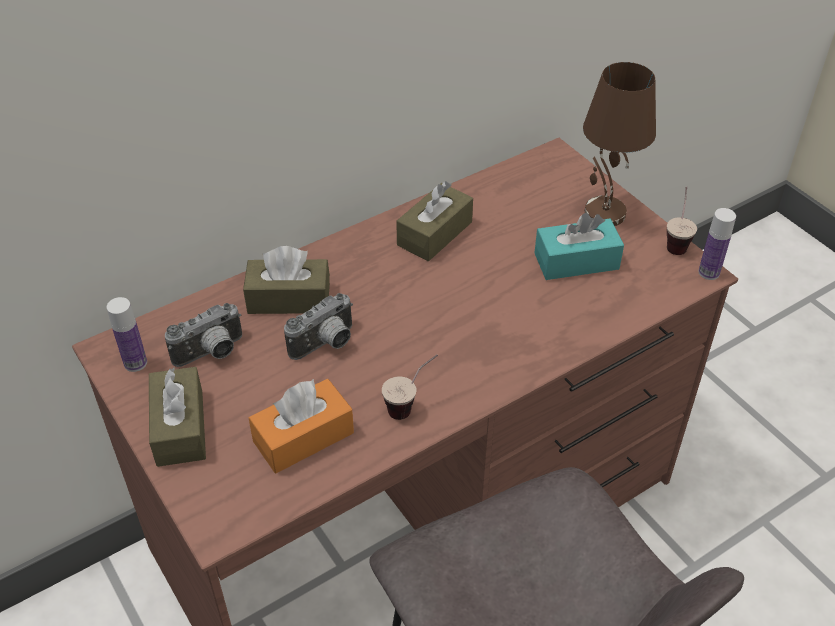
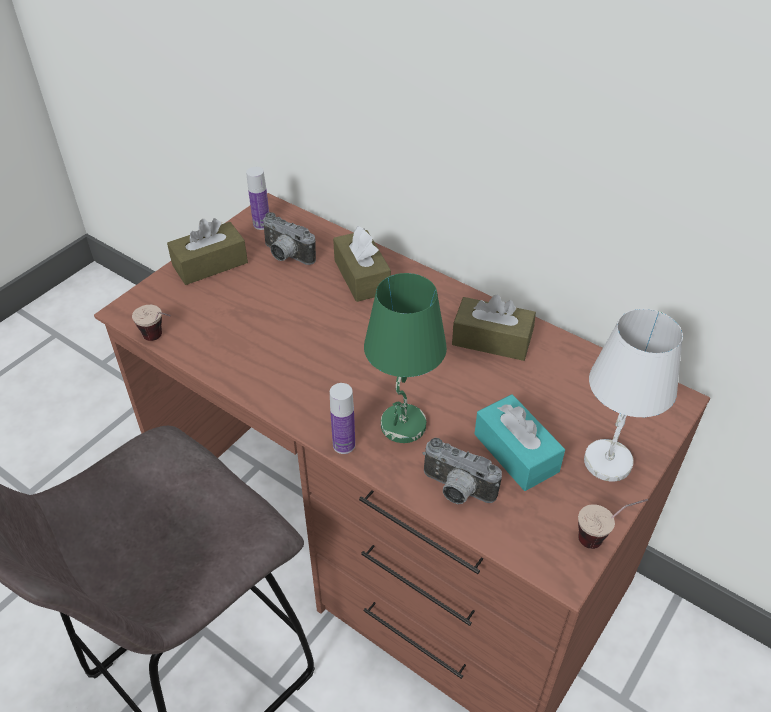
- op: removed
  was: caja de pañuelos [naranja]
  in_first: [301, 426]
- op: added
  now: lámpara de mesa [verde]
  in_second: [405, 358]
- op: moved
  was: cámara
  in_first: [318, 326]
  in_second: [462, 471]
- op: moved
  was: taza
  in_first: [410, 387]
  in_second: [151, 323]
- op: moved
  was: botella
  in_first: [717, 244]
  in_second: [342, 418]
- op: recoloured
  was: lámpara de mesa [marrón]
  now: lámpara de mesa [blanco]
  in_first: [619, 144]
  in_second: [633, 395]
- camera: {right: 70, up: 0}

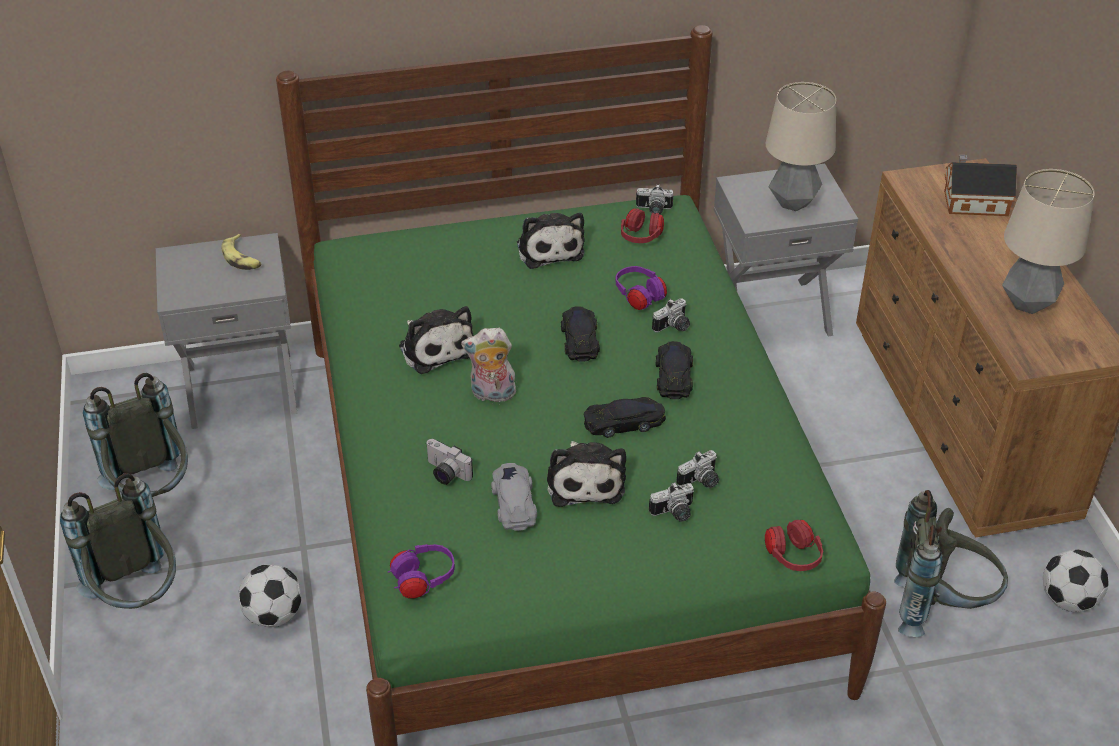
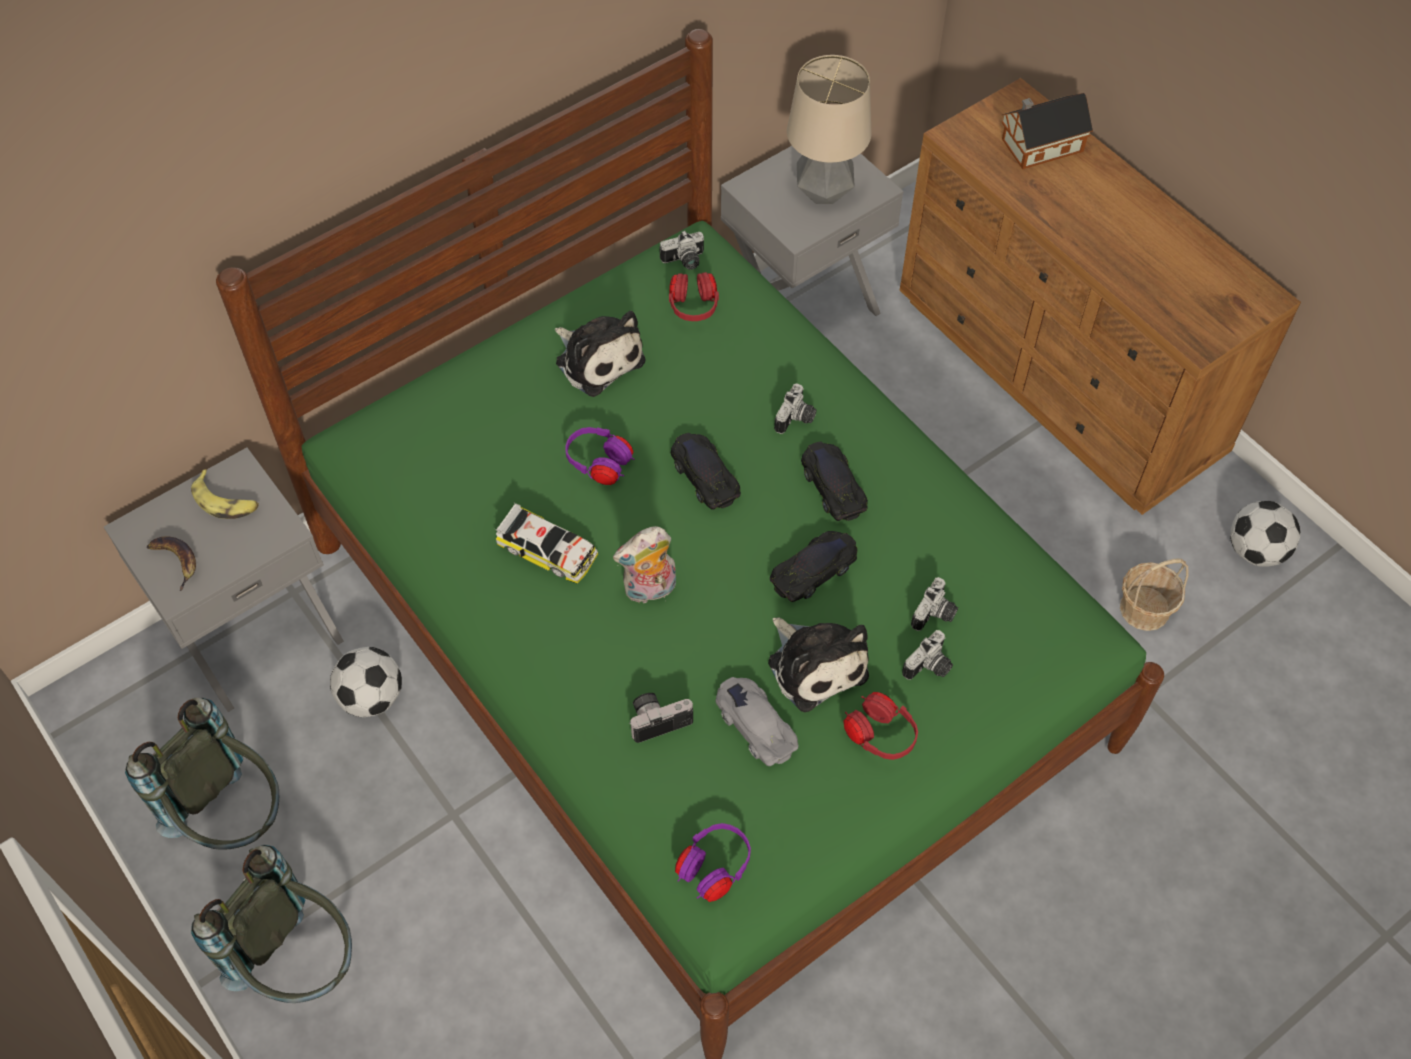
- op: removed
  was: lámpara de mesa
  in_first: [1048, 241]
- op: added
  now: plátano
  in_second: [171, 563]
- op: moved
  was: balón de fútbol
  in_first: [270, 595]
  in_second: [366, 682]
- op: moved
  was: auriculares [morado]
  in_first: [641, 288]
  in_second: [599, 456]
- op: moved
  was: auriculares [rojo]
  in_first: [794, 545]
  in_second: [880, 726]
- op: replaced
  was: peluche
  now: coche de juguete
  in_first: [436, 340]
  in_second: [546, 543]
- op: replaced
  was: mochila [gris]
  now: cesta
  in_first: [951, 563]
  in_second: [1154, 595]
- op: turned
  was: cámara
  in_first: [449, 462]
  in_second: [661, 718]
  clockwise: 150
- camera: {right: -25, up: 15}

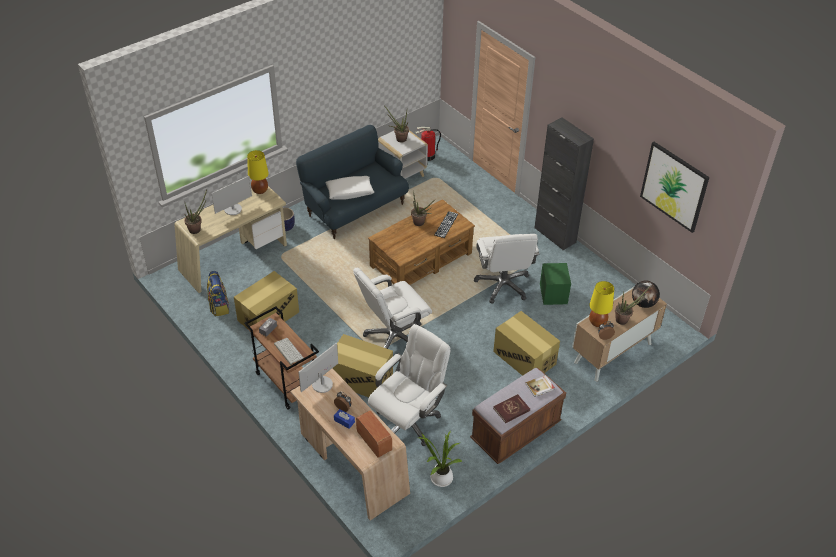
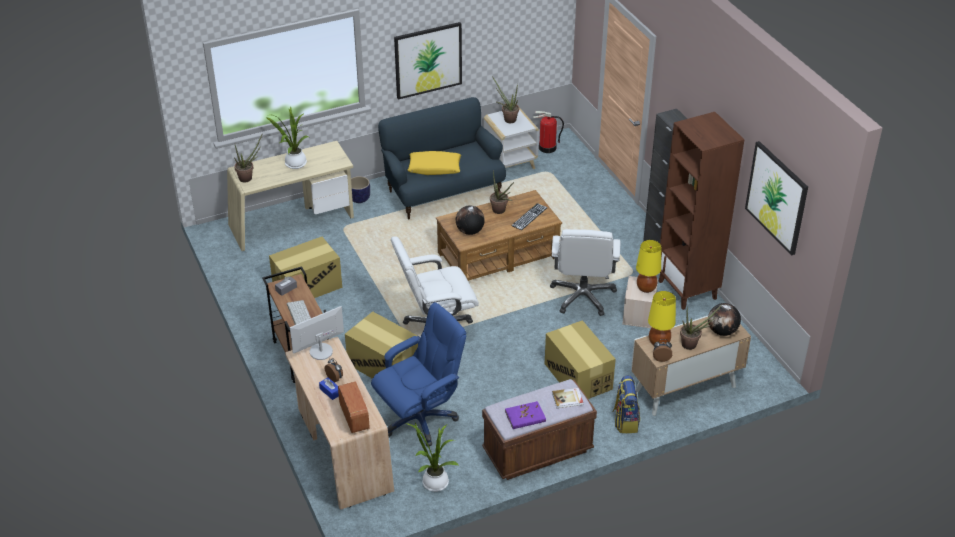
- op: added
  now: cuadro
  in_second: [428, 61]
- op: added
  now: globo terráqueo
  in_second: [470, 220]
- op: added
  now: estantería [marrón]
  in_second: [702, 211]
- op: moved
  was: mochila
  in_first: [218, 293]
  in_second: [626, 404]
- op: moved
  was: lámpara de mesa [amarillo]
  in_first: [258, 172]
  in_second: [648, 266]
- op: replaced
  was: monitor
  now: planta en maceta
  in_first: [231, 195]
  in_second: [287, 138]
- op: recoloured
  was: cojín [blanco]
  now: cojín [amarillo]
  in_first: [349, 188]
  in_second: [434, 163]
- op: recoloured
  was: silla de oficina [blanco]
  now: silla de oficina [azul]
  in_first: [409, 385]
  in_second: [418, 374]
- op: recoloured
  was: libro [rojo]
  now: libro [morado]
  in_first: [511, 408]
  in_second: [525, 415]
- op: recoloured
  was: caja de almacenaje [verde]
  now: caja de almacenaje [beis]
  in_first: [555, 284]
  in_second: [640, 302]
- camera: {right: 15, up: -5}

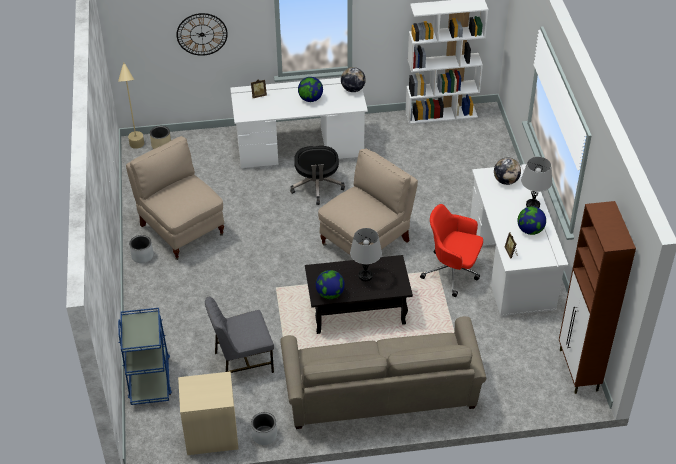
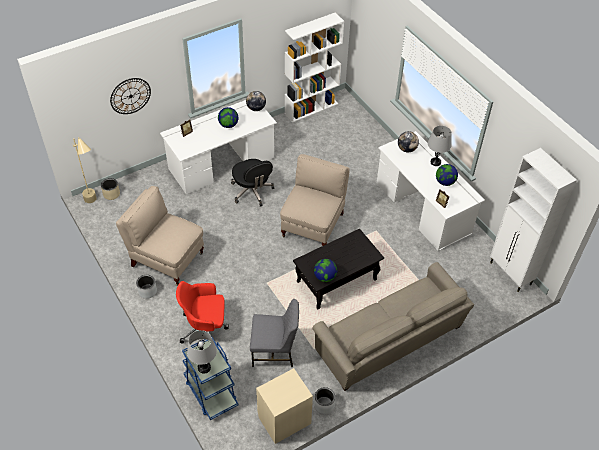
- op: moved
  was: lámpara de mesa [gris]
  in_first: [366, 254]
  in_second: [202, 352]
- op: moved
  was: silla de oficina [rojo]
  in_first: [451, 250]
  in_second: [202, 312]
- op: recoloured
  was: armario [marrón]
  now: armario [blanco]
  in_first: [597, 297]
  in_second: [533, 220]
- op: turned
  was: silla [gris]
  in_first: [239, 335]
  in_second: [274, 333]
  clockwise: -135
- camera: {right: -25, up: 5}

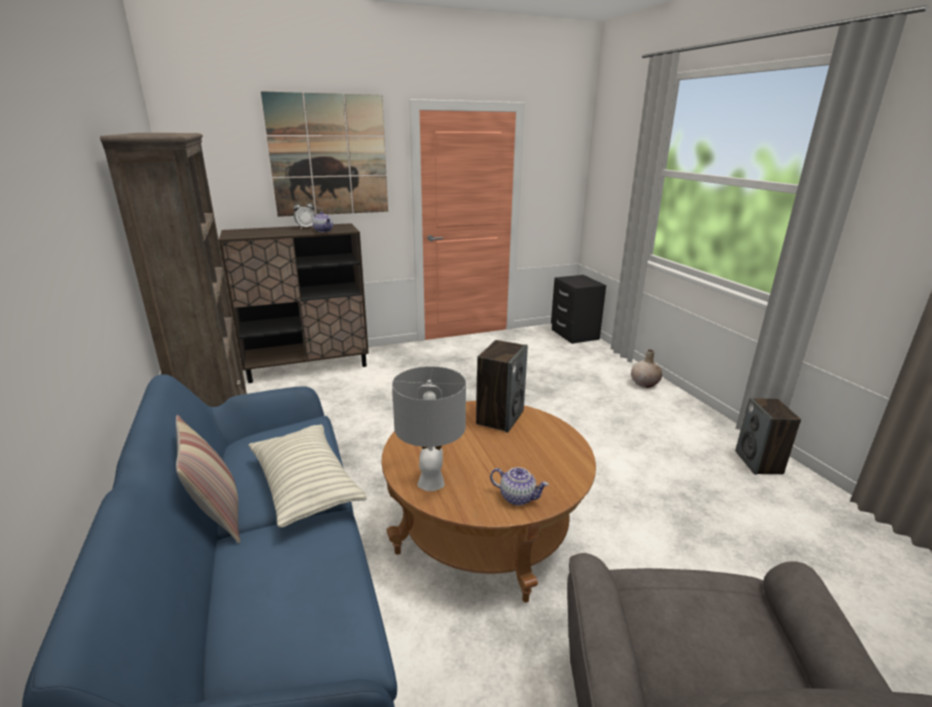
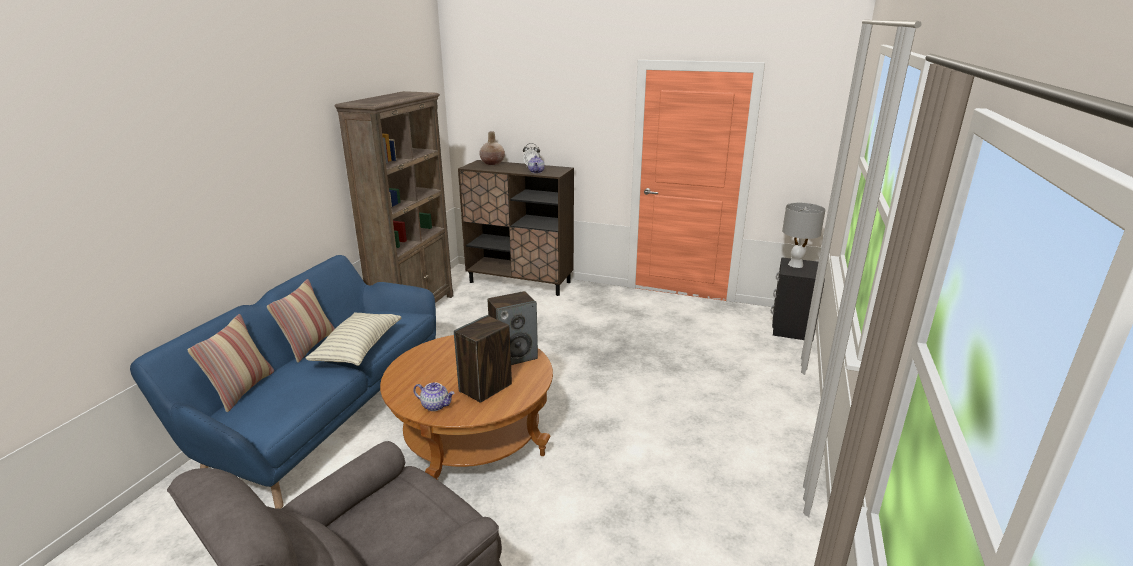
- op: removed
  was: cuadro
  in_first: [324, 154]
- op: added
  now: cojín
  in_second: [231, 363]
- op: moved
  was: lámpara de mesa [gris]
  in_first: [429, 428]
  in_second: [804, 235]
- op: moved
  was: florero [beis]
  in_first: [646, 369]
  in_second: [492, 148]
- op: moved
  was: altavoz
  in_first: [768, 436]
  in_second: [483, 359]
- op: turned
  was: tetera
  in_first: [519, 486]
  in_second: [434, 396]
  clockwise: -45
- camera: {right: 40, up: 0}

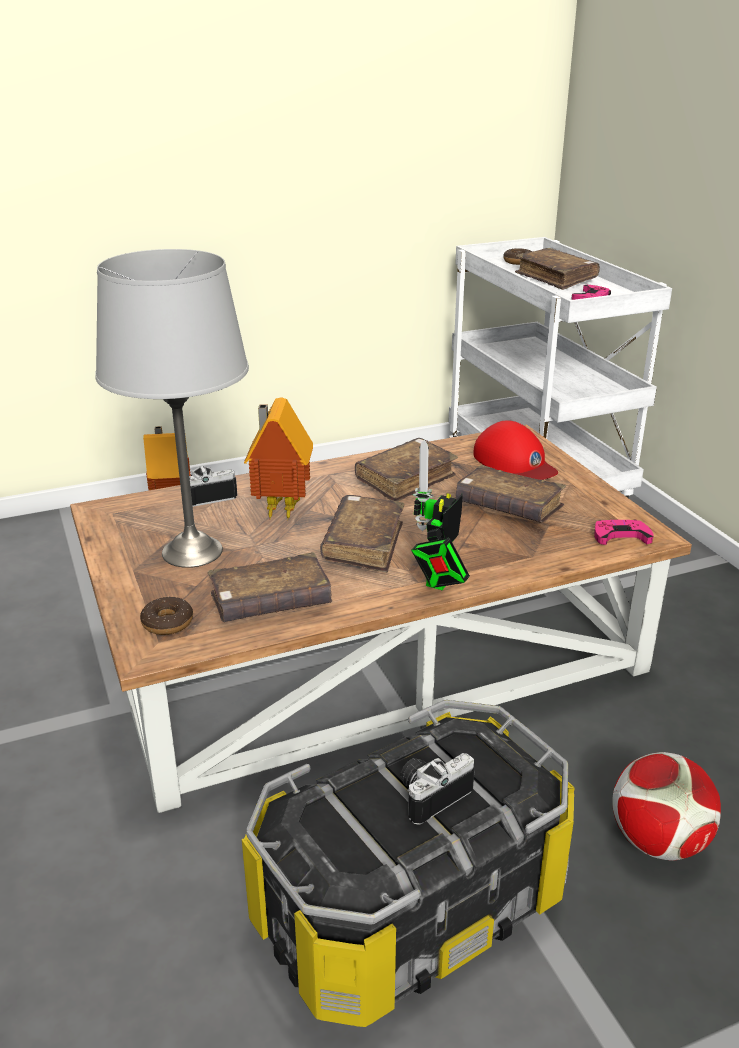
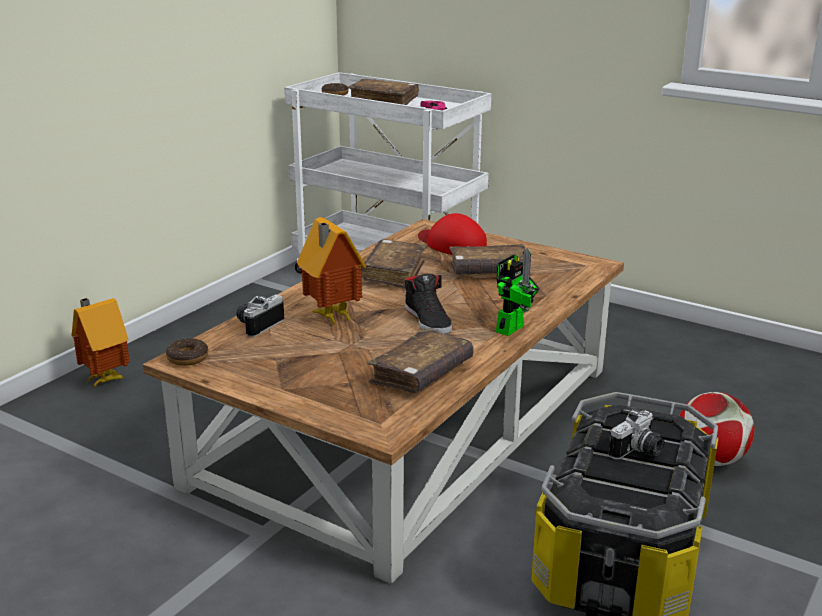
- op: removed
  was: lámpara de mesa [gris]
  in_first: [172, 408]
- op: removed
  was: mando de consola [rosa]
  in_first: [624, 532]
- op: moved
  was: rosquilla
  in_first: [166, 616]
  in_second: [187, 352]
- op: replaced
  was: libro [marrón]
  now: zapato [negro]
  in_first: [362, 534]
  in_second: [428, 304]
- op: turned
  was: cámara
  in_first: [438, 789]
  in_second: [636, 435]
  clockwise: -150
- op: turned
  was: robot de juguete
  in_first: [440, 515]
  in_second: [517, 292]
  clockwise: -135
- op: turned
  was: gorra [rojo]
  in_first: [515, 450]
  in_second: [452, 234]
  clockwise: -150
- camera: {right: -35, up: -5}

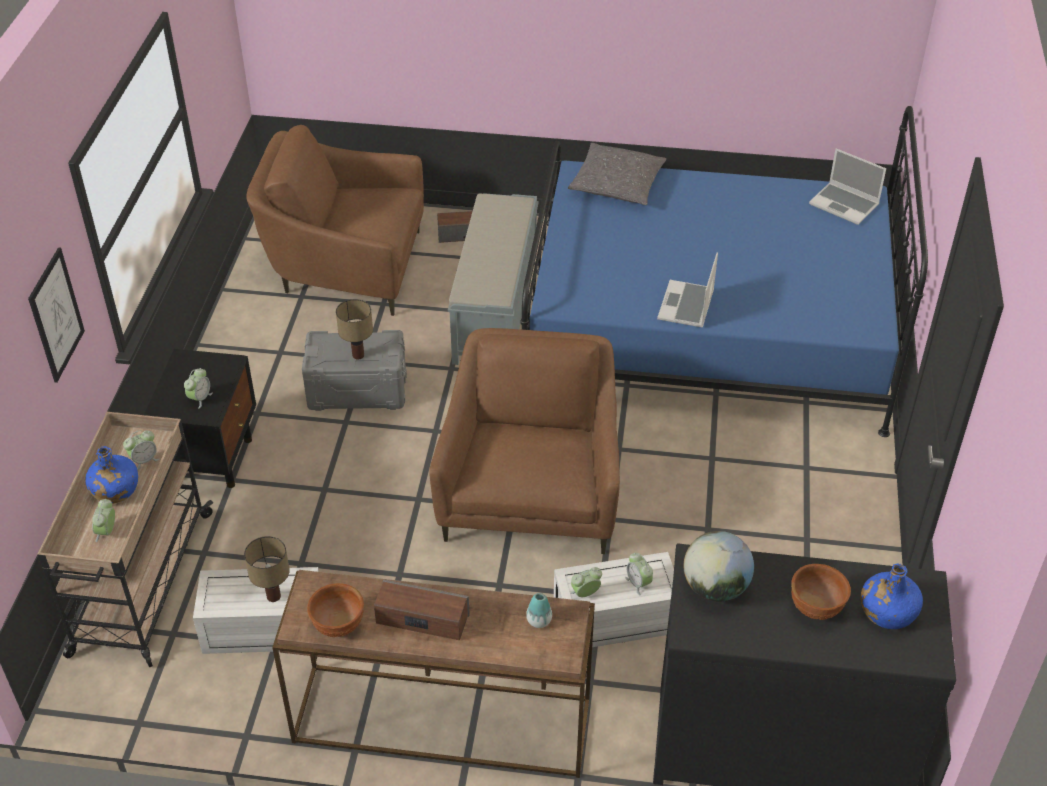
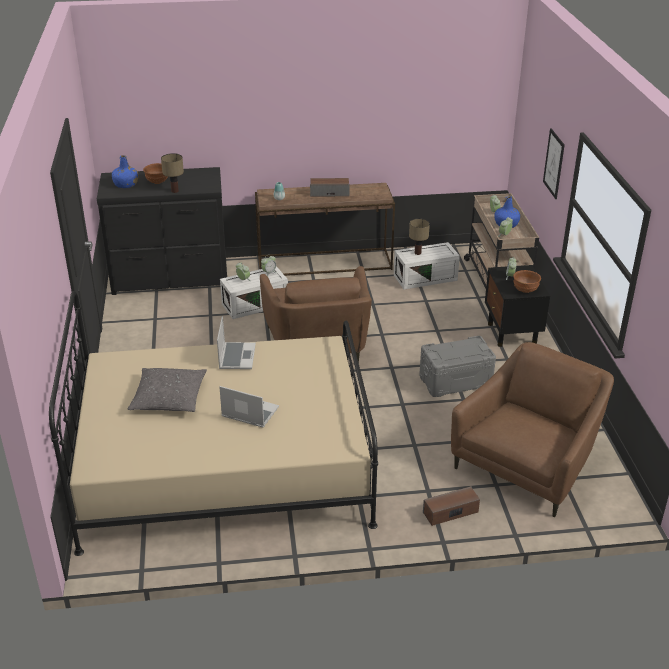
- op: removed
  was: banco [gris]
  in_first: [493, 279]
- op: removed
  was: globo terráqueo
  in_first: [719, 566]
- op: moved
  was: cuenco [marrón]
  in_first: [335, 610]
  in_second: [527, 281]
- op: moved
  was: lámpara de mesa
  in_first: [354, 329]
  in_second: [172, 173]
- op: moved
  was: cojín [gris]
  in_first: [617, 174]
  in_second: [167, 390]
- op: moved
  was: portátil
  in_first: [847, 186]
  in_second: [249, 407]
- op: recoloured
  was: cama [azul]
  now: cama [beis]
  in_first: [724, 271]
  in_second: [213, 423]
- op: turned
  was: sillón [marrón]
  in_first: [335, 220]
  in_second: [532, 429]
  clockwise: -45
- camera: {right: 165, up: -10}

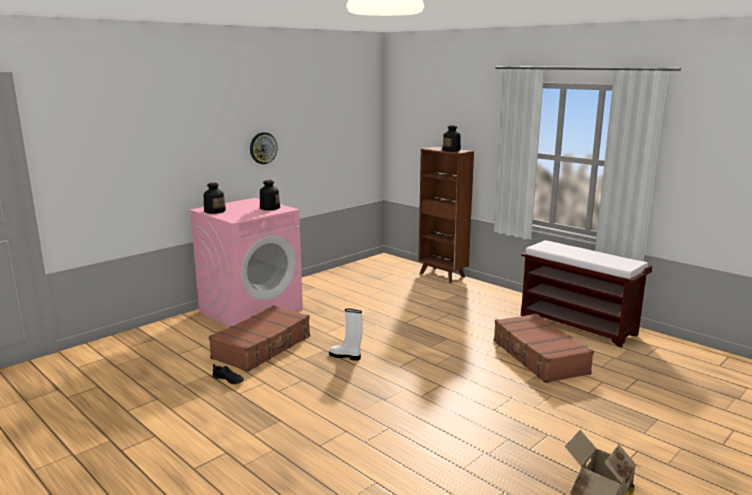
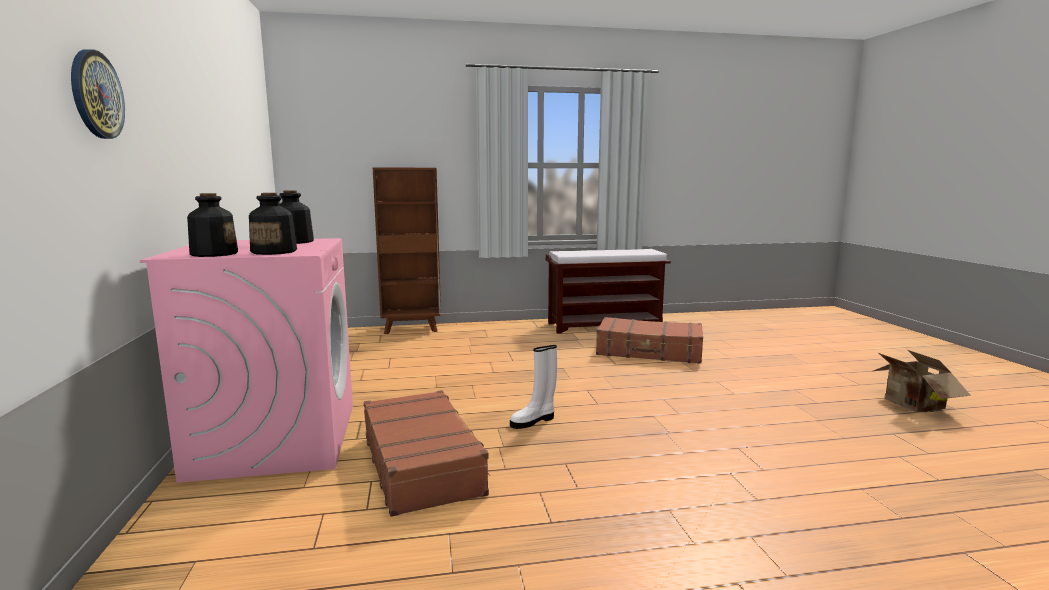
- op: removed
  was: zapato [negro]
  in_first: [228, 374]
- op: moved
  was: reloj de pared
  in_first: [264, 148]
  in_second: [98, 94]
- op: moved
  was: botella
  in_first: [451, 138]
  in_second: [273, 224]
- camera: {right: -55, up: -5}

